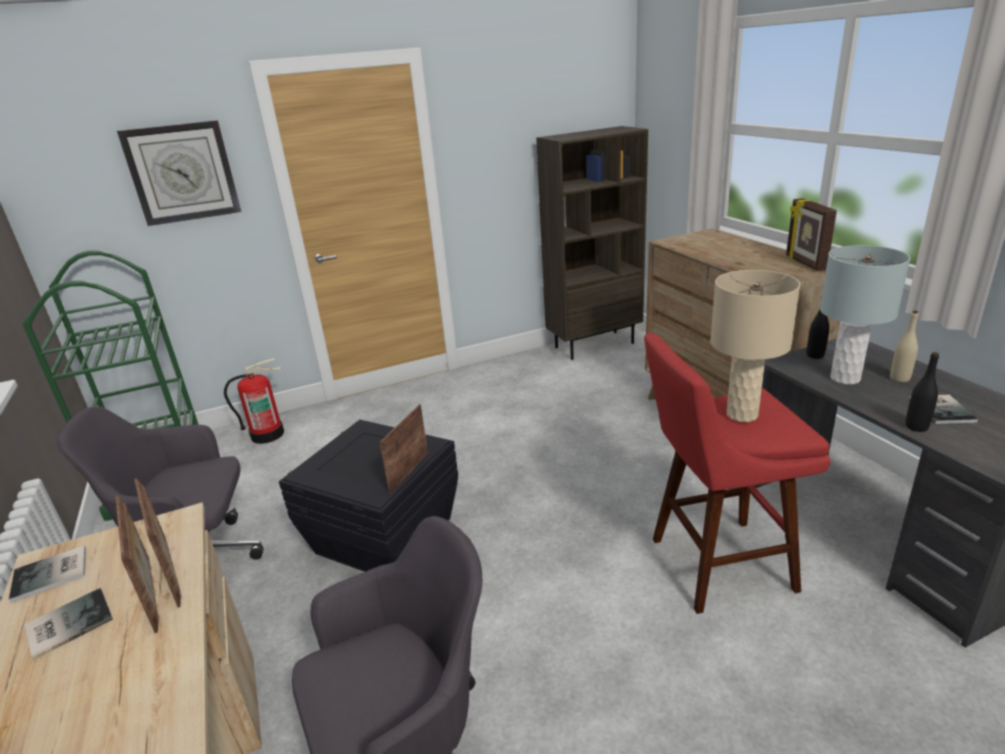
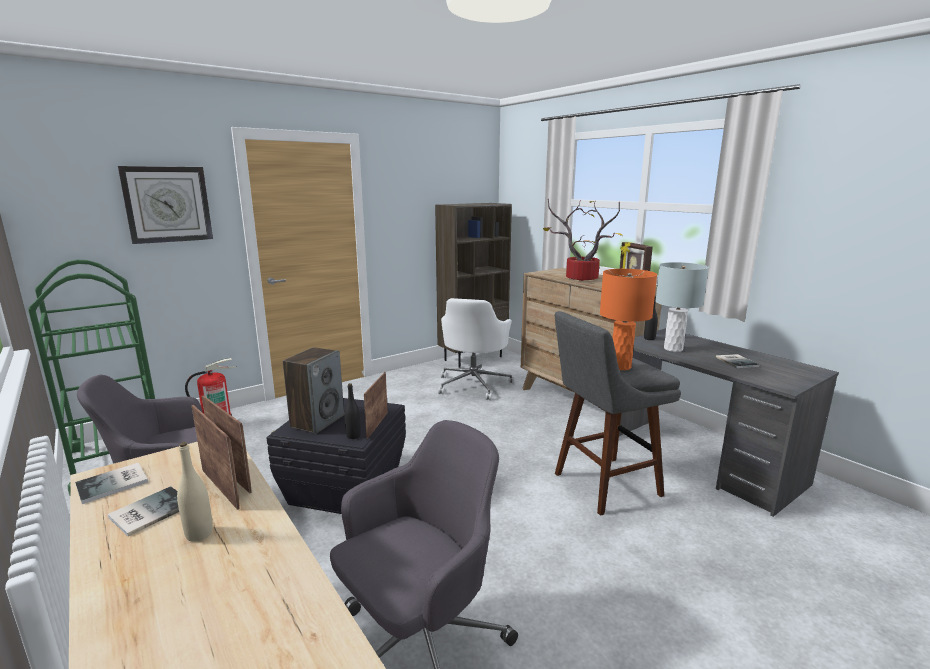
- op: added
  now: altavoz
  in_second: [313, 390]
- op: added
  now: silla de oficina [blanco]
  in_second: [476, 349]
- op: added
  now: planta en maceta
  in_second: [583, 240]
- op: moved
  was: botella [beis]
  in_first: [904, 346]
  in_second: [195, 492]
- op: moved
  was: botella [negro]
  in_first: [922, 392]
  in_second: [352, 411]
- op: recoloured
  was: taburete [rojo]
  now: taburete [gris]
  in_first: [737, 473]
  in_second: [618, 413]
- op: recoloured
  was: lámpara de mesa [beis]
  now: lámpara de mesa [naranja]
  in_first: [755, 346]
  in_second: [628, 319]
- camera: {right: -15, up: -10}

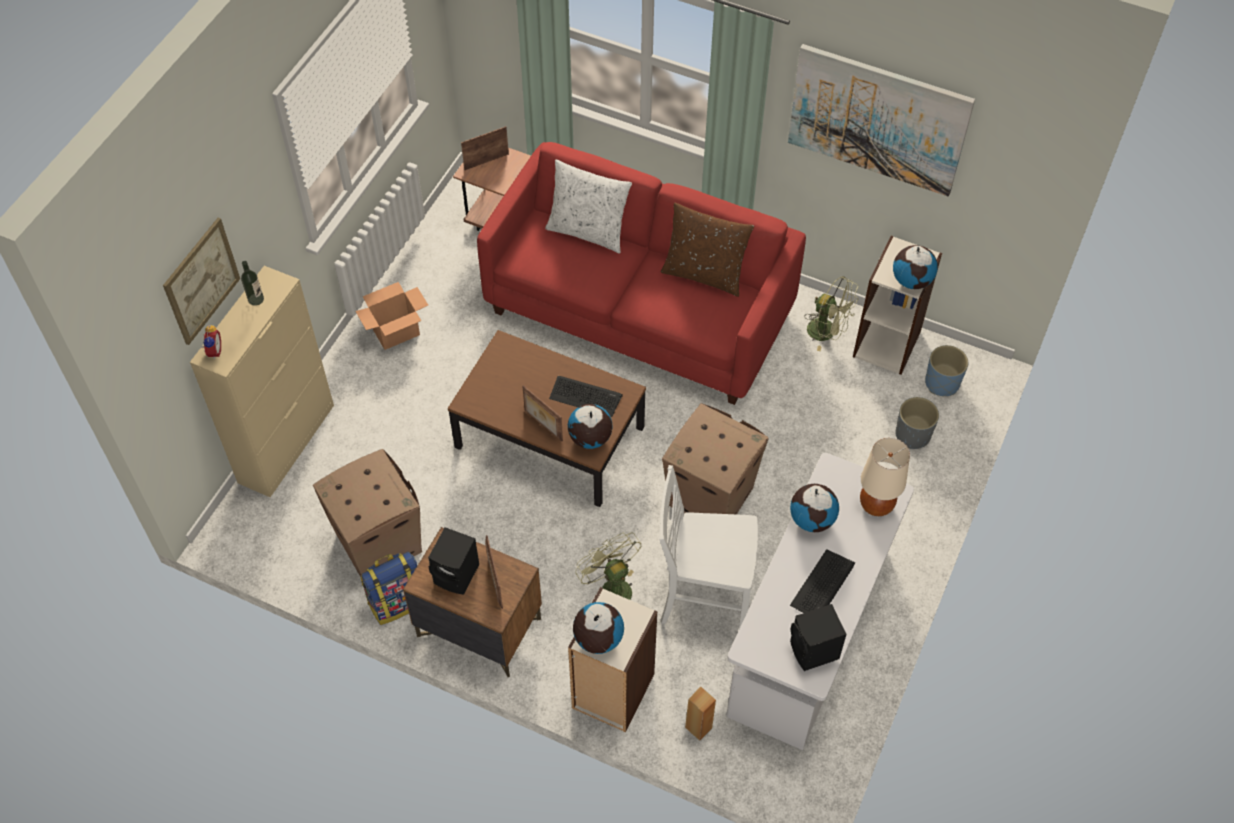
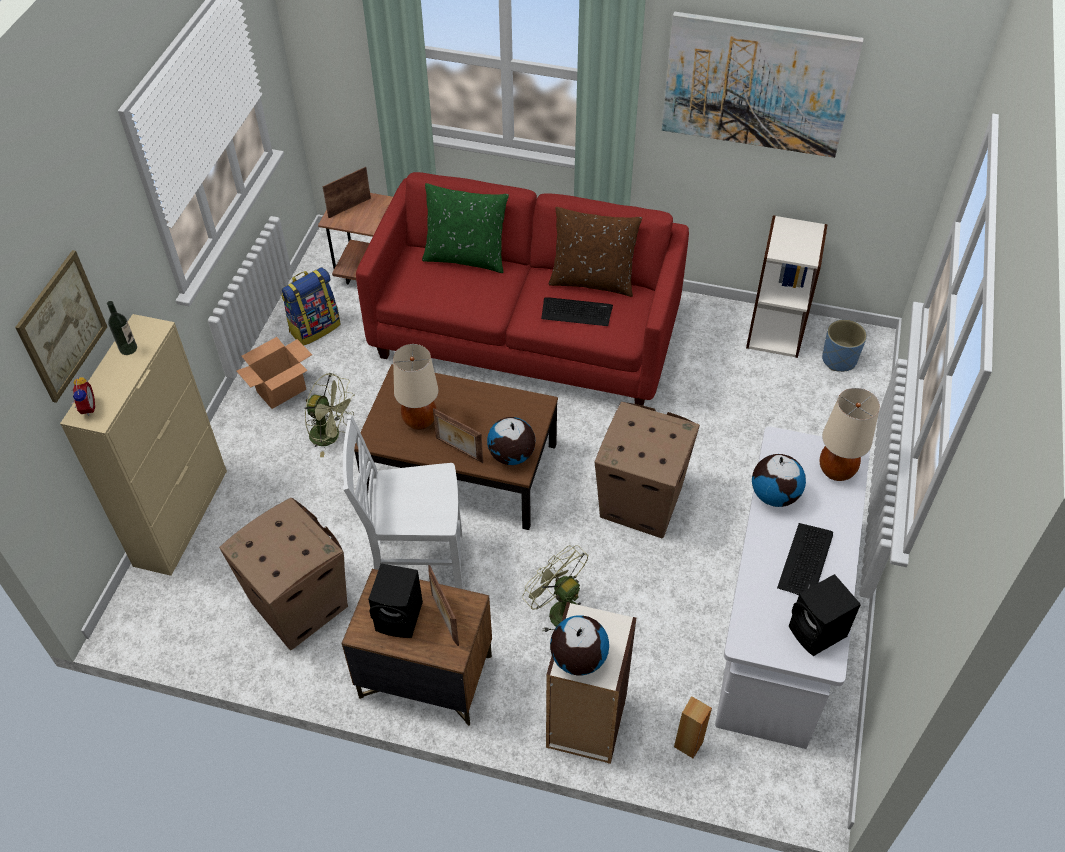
- op: removed
  was: globo terráqueo
  in_first: [915, 267]
- op: removed
  was: maceta [gris]
  in_first: [917, 423]
- op: added
  now: lámpara de mesa [beis]
  in_second: [415, 387]
- op: moved
  was: mochila
  in_first: [389, 588]
  in_second: [311, 306]
- op: moved
  was: teclado
  in_first: [586, 396]
  in_second: [577, 311]
- op: moved
  was: silla [blanco]
  in_first: [708, 547]
  in_second: [403, 502]
- op: moved
  was: ventilador [verde]
  in_first: [831, 313]
  in_second: [330, 415]
- op: recoloured
  was: cojín [blanco]
  now: cojín [verde]
  in_first: [588, 206]
  in_second: [465, 228]
- camera: {right: -10, up: -5}

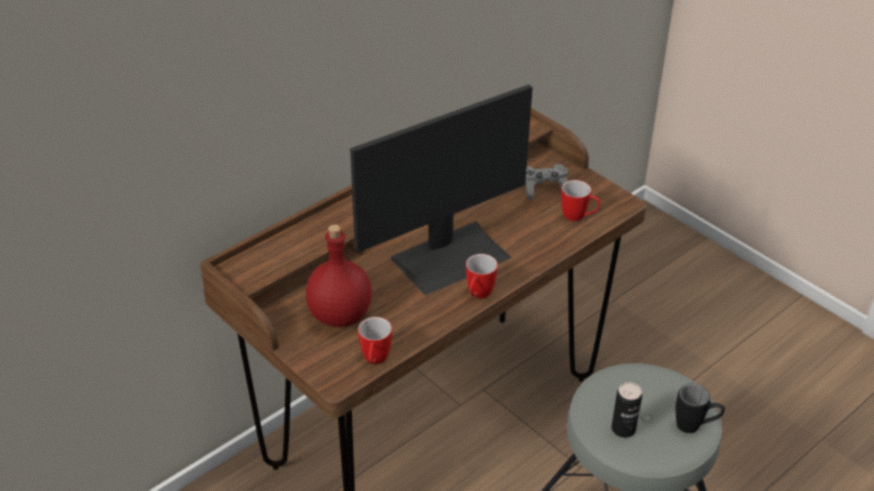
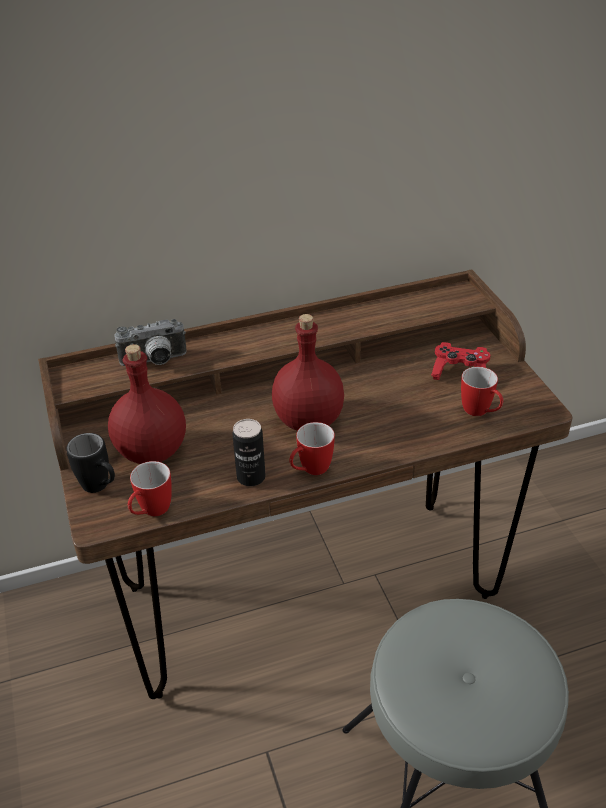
- op: added
  now: cámara
  in_second: [150, 342]
- op: moved
  was: lata
  in_first: [626, 410]
  in_second: [248, 452]
- op: moved
  was: taza grande [negro]
  in_first: [700, 408]
  in_second: [90, 463]
- op: replaced
  was: monitor
  now: botella [rojo]
  in_first: [441, 189]
  in_second: [308, 372]
- op: recoloured
  was: mando de consola [gris]
  now: mando de consola [rojo]
  in_first: [546, 182]
  in_second: [461, 361]
- camera: {right: 25, up: 0}

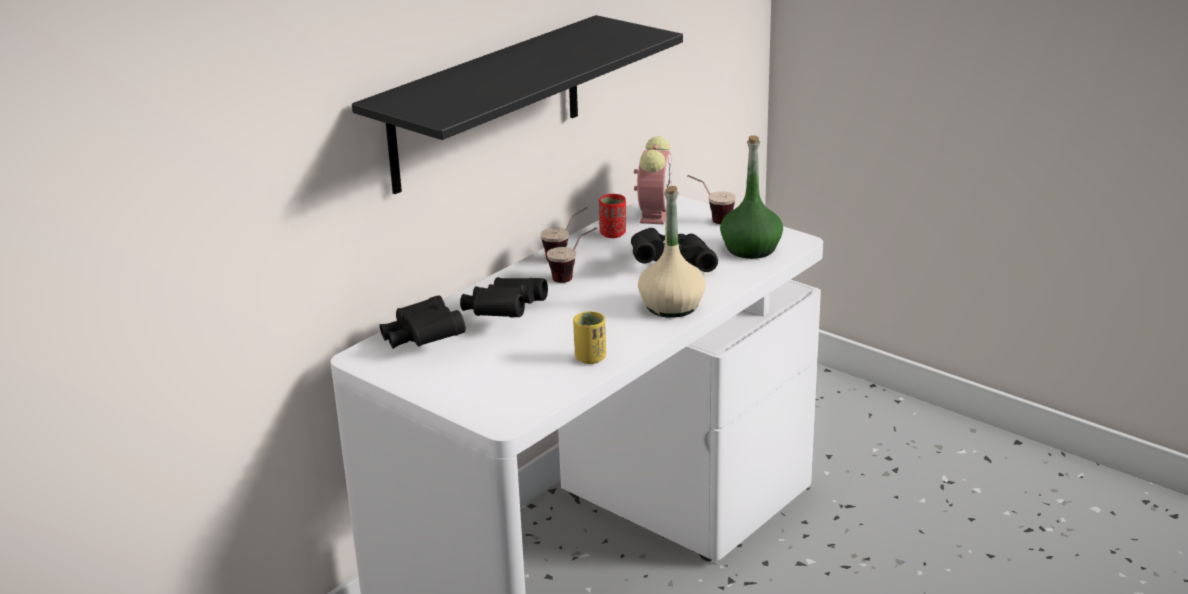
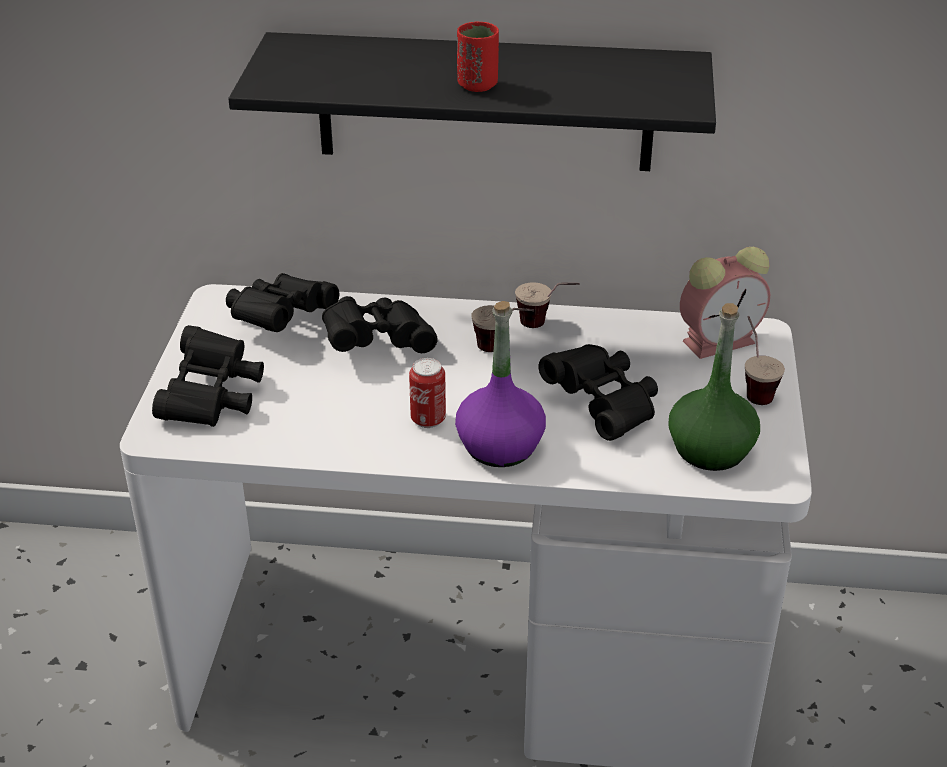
- op: removed
  was: taza [amarillo]
  in_first: [589, 337]
- op: added
  now: prismáticos [negro]
  in_second: [208, 376]
- op: added
  now: lata
  in_second: [427, 393]
- op: moved
  was: taza [rojo]
  in_first: [612, 216]
  in_second: [478, 57]
- op: recoloured
  was: botella [beis]
  now: botella [morado]
  in_first: [672, 252]
  in_second: [500, 384]
- camera: {right: 55, up: 10}

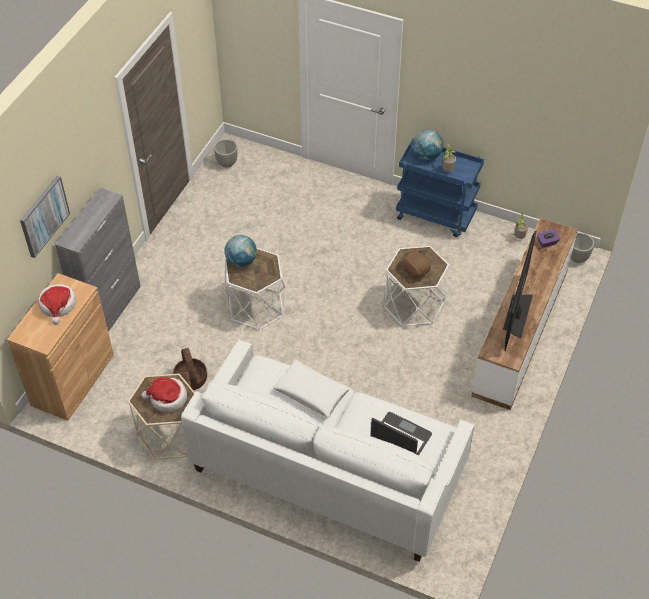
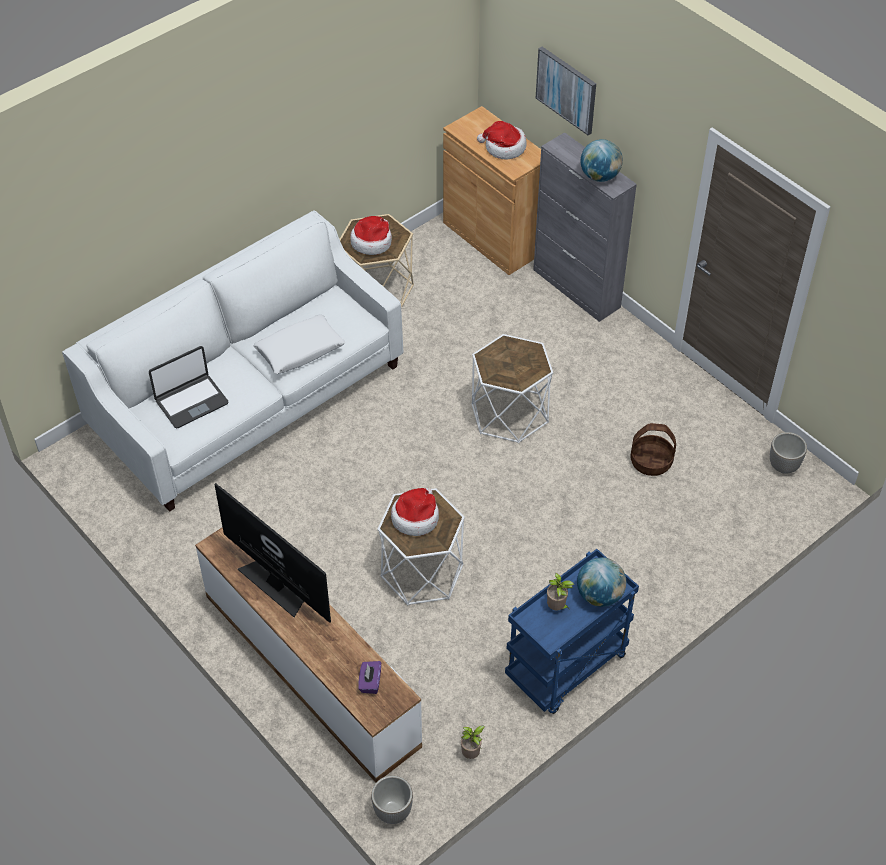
- op: moved
  was: cesta
  in_first: [190, 369]
  in_second: [653, 449]
- op: moved
  was: globo terráqueo
  in_first: [240, 251]
  in_second: [602, 160]
- op: replaced
  was: peluche [marrón]
  now: sombrero
  in_first: [416, 264]
  in_second: [415, 512]
- camera: {right: 115, up: 0}

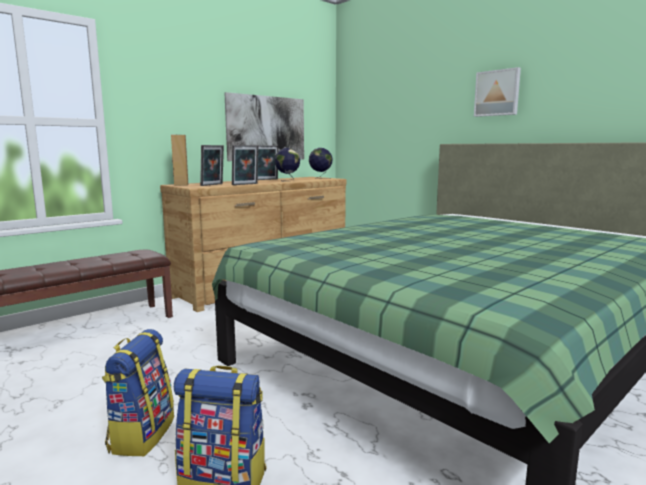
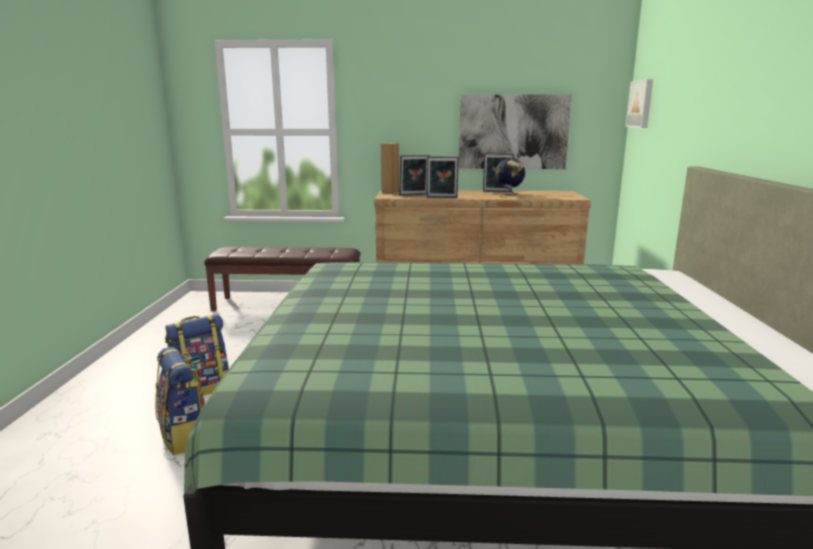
- op: removed
  was: globo terráqueo
  in_first: [321, 163]
- op: moved
  was: cuadro
  in_first: [497, 92]
  in_second: [639, 103]
- camera: {right: 45, up: 5}

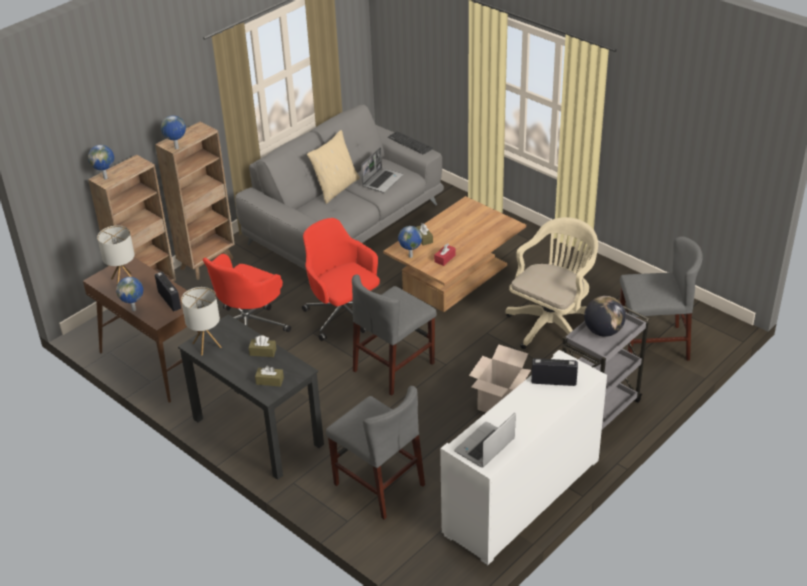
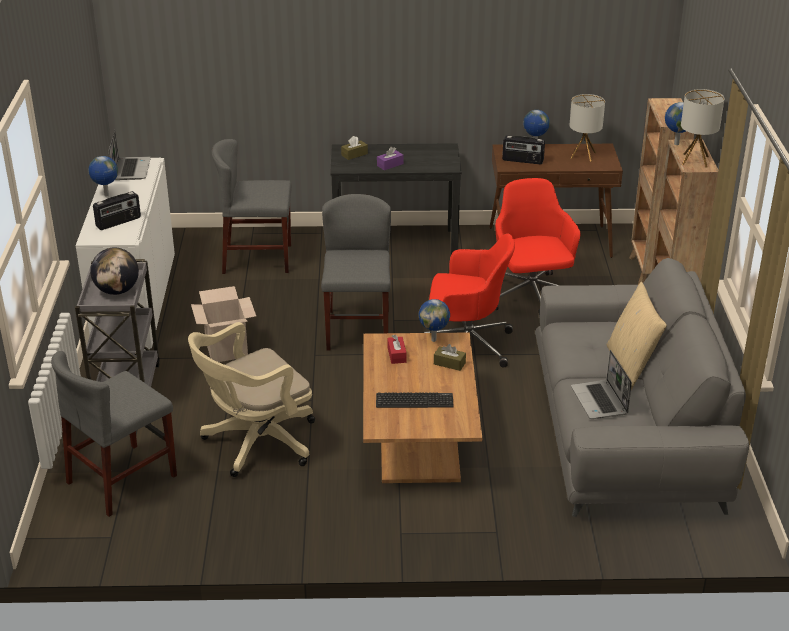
- op: moved
  was: globo terráqueo
  in_first: [101, 162]
  in_second: [103, 176]
- op: moved
  was: lámpara de mesa
  in_first: [201, 321]
  in_second: [703, 128]
- op: moved
  was: teclado
  in_first: [410, 142]
  in_second: [415, 400]
- op: recoloured
  was: caja de pañuelos [marrón]
  now: caja de pañuelos [morado]
  in_first: [262, 346]
  in_second: [390, 158]
- op: turned
  was: silla de oficina [beis]
  in_first: [551, 284]
  in_second: [251, 399]
  clockwise: 60
- camera: {right: 135, up: -5}

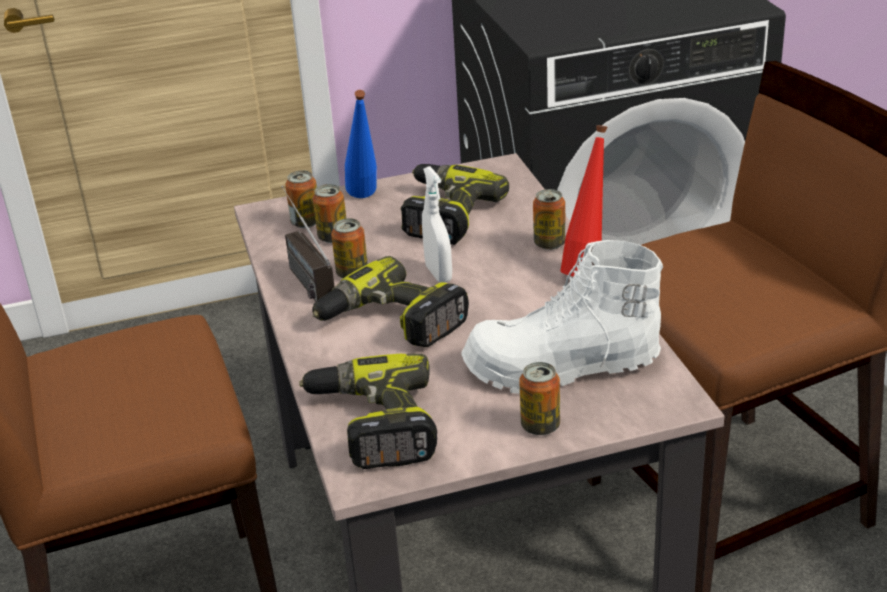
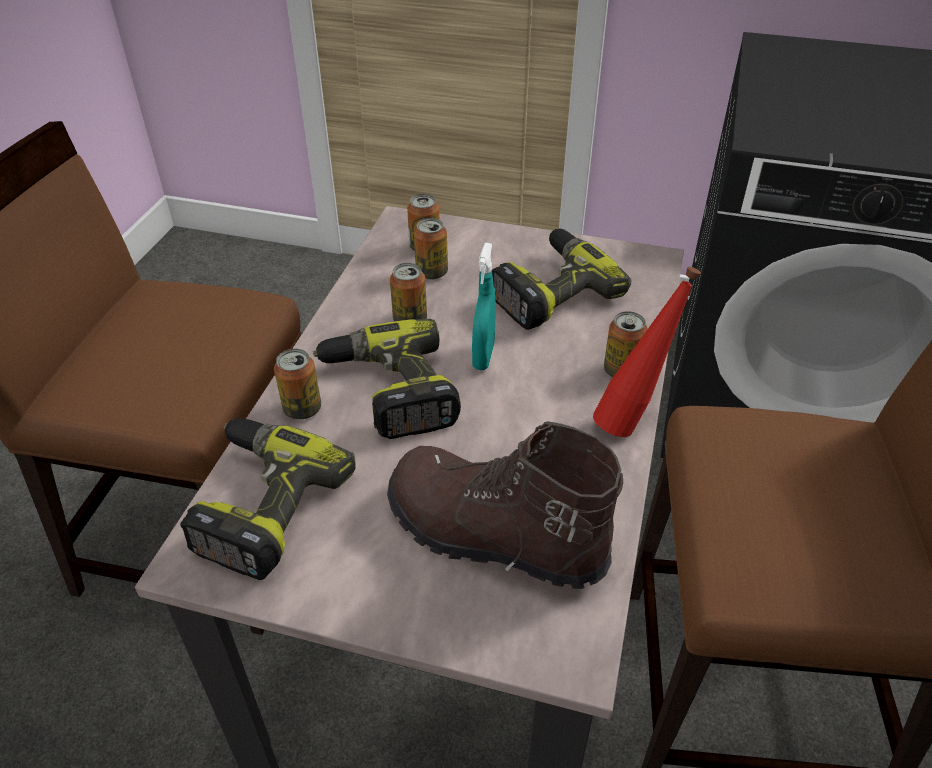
- op: removed
  was: radio
  in_first: [308, 243]
- op: removed
  was: botella [azul]
  in_first: [361, 144]
- op: moved
  was: lata
  in_first: [539, 398]
  in_second: [297, 384]
- op: recoloured
  was: pulverizador [blanco]
  now: pulverizador [turquesa]
  in_first: [437, 224]
  in_second: [484, 306]
- op: recoloured
  was: bota [blanco]
  now: bota [marrón]
  in_first: [562, 317]
  in_second: [505, 505]
- camera: {right: 30, up: 10}

